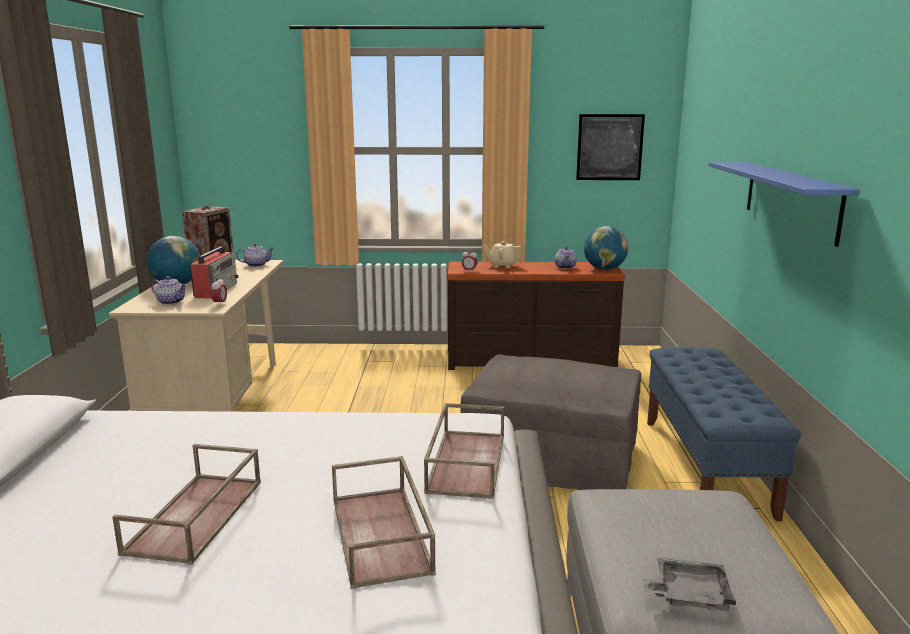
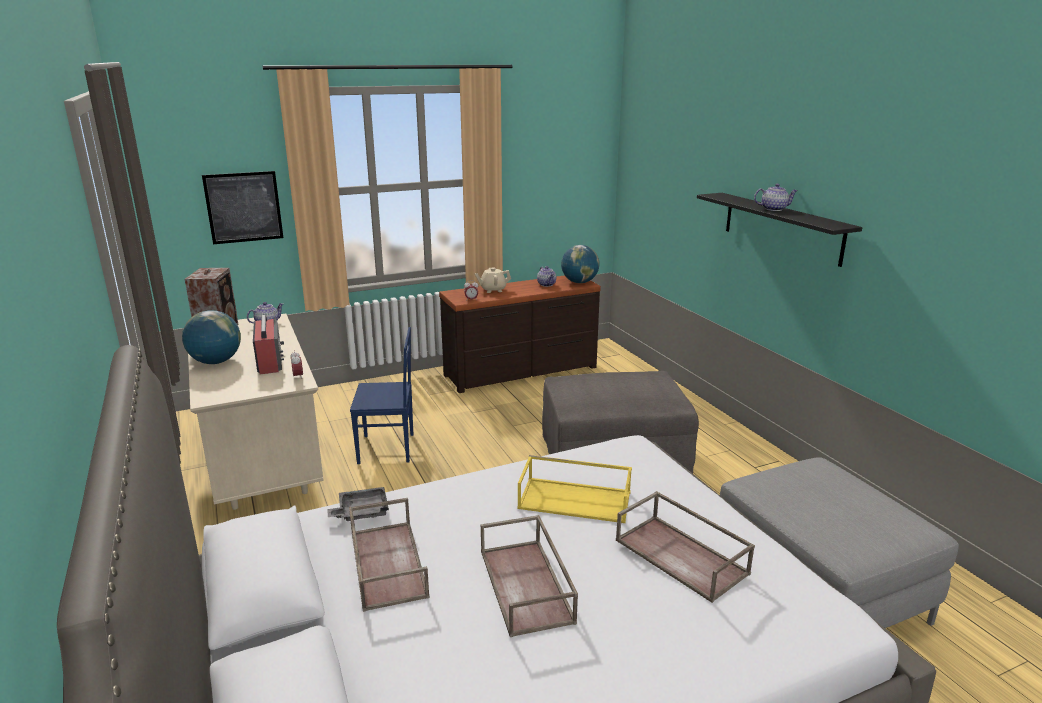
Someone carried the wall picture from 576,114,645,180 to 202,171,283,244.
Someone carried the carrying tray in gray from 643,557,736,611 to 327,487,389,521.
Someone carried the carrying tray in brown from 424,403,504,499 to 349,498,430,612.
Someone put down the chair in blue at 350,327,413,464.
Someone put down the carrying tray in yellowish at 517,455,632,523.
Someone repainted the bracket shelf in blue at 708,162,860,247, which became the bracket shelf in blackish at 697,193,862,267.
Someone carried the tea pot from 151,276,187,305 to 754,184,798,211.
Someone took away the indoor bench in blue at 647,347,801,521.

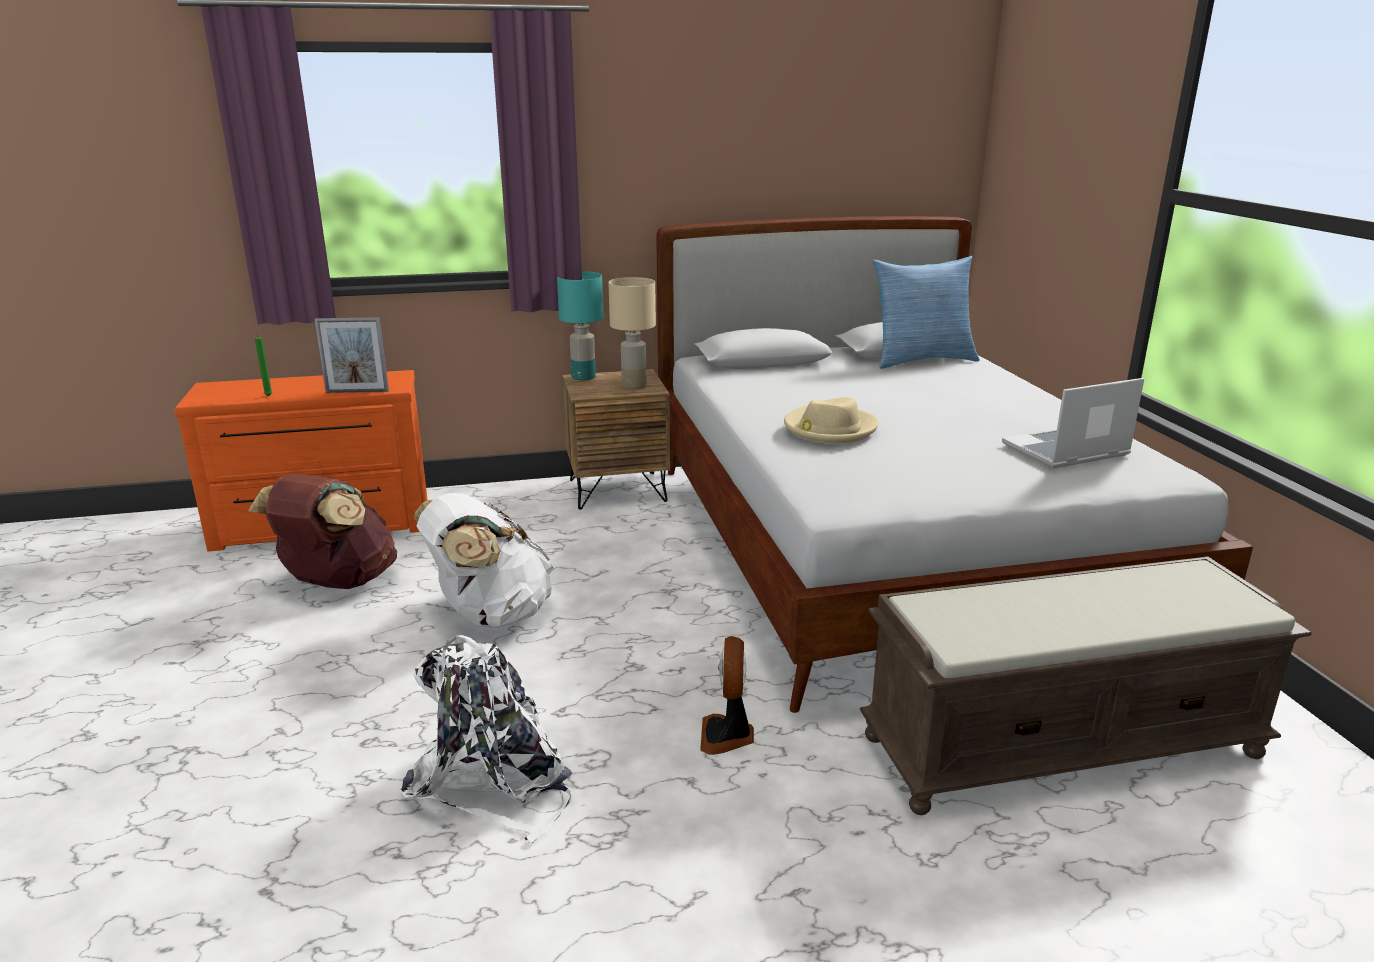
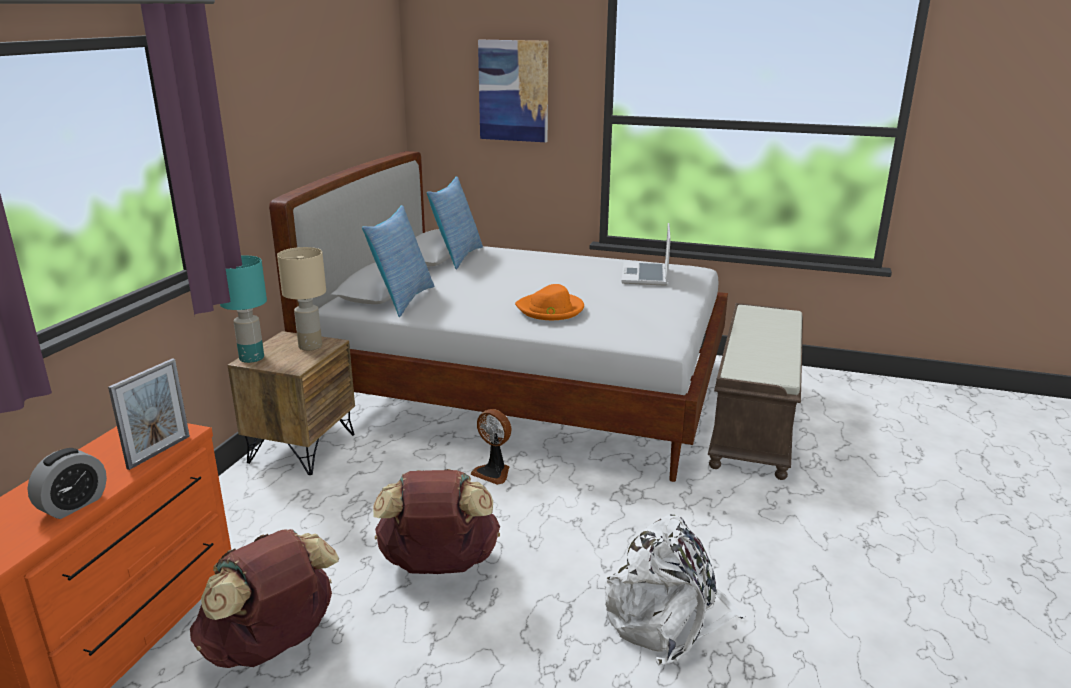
Someone swapped the wax candle in greenish at 255,330,272,396 for the table clock at 27,448,107,519.
Someone put down the pillow at 362,205,434,317.
Someone repainted the rucksack in white-coloured at 414,493,554,628, which became the rucksack in brown at 373,469,500,574.
Someone carried the electric fan from 700,636,754,755 to 471,409,511,485.
Someone put up the wall picture at 478,40,549,142.
Someone repainted the hat in beige at 784,397,878,444, which became the hat in orangey at 515,284,584,320.

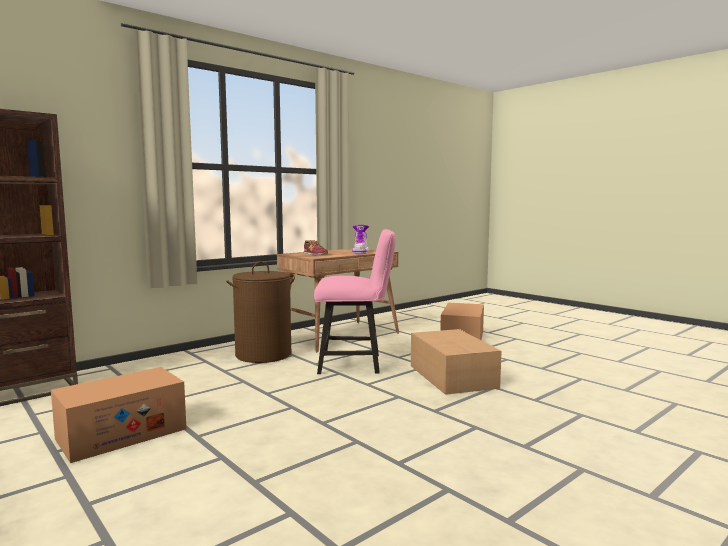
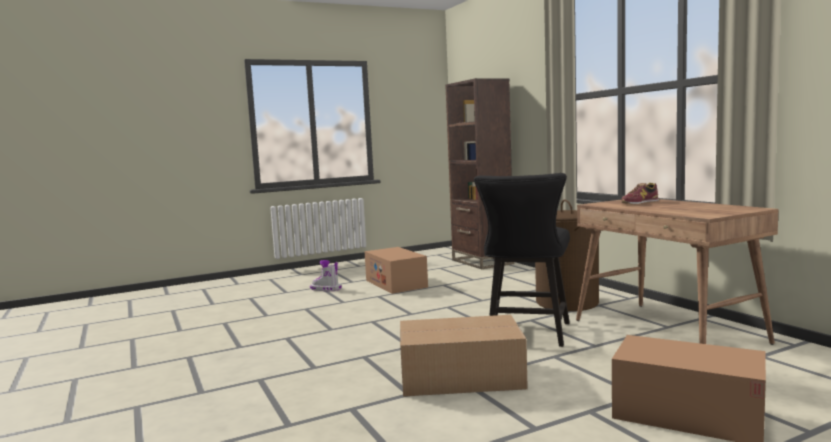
Someone carried the high-top boot from 352,225,369,254 to 310,260,342,291.
Someone repainted the chair in pinkish at 314,229,396,374, which became the chair in blackish at 474,173,570,347.

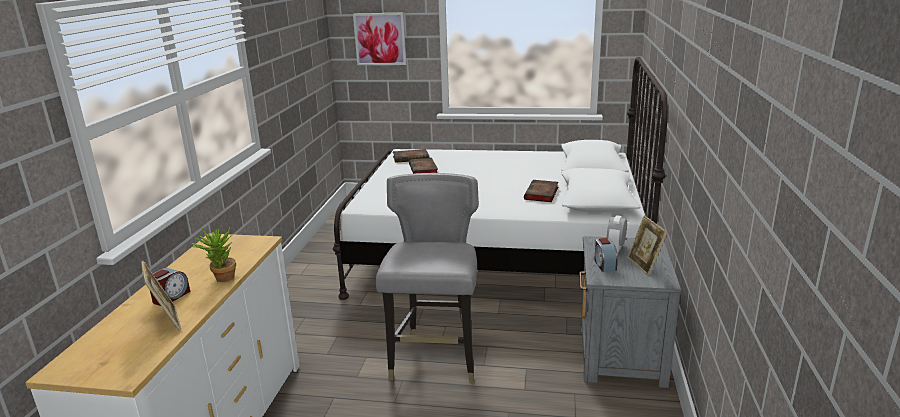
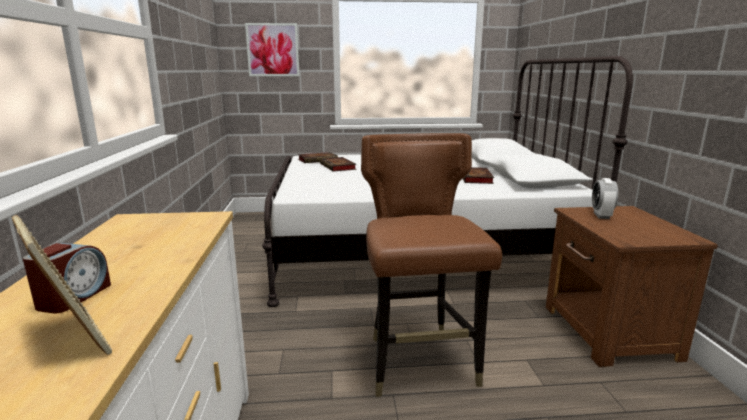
Someone repainted the chair in gray at 375,173,479,384, which became the chair in brown at 361,133,502,397.
Someone repainted the night table in gray at 579,236,681,388, which became the night table in brown at 546,206,718,367.
Someone took away the potted plant at 192,226,236,282.
Someone took away the table clock at 594,238,618,272.
Someone took away the picture frame at 627,215,667,276.

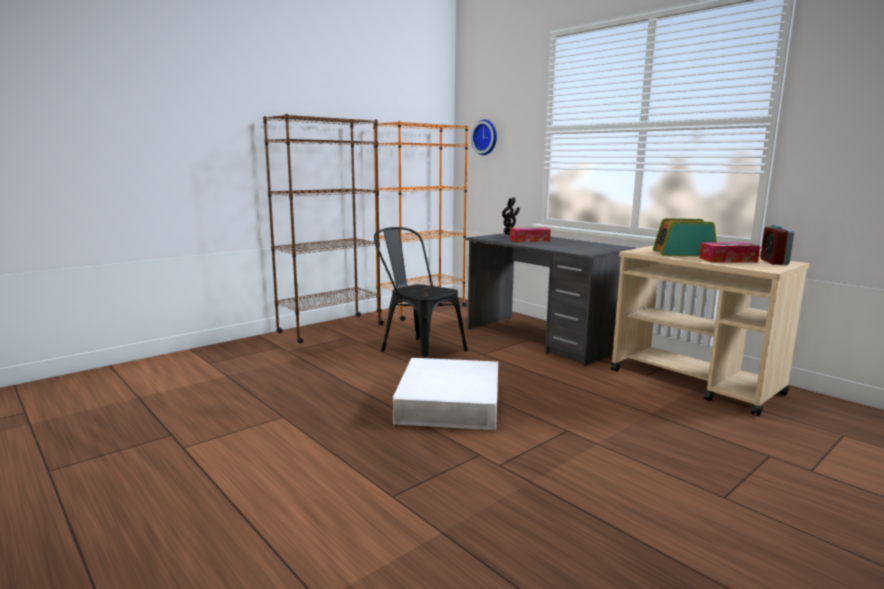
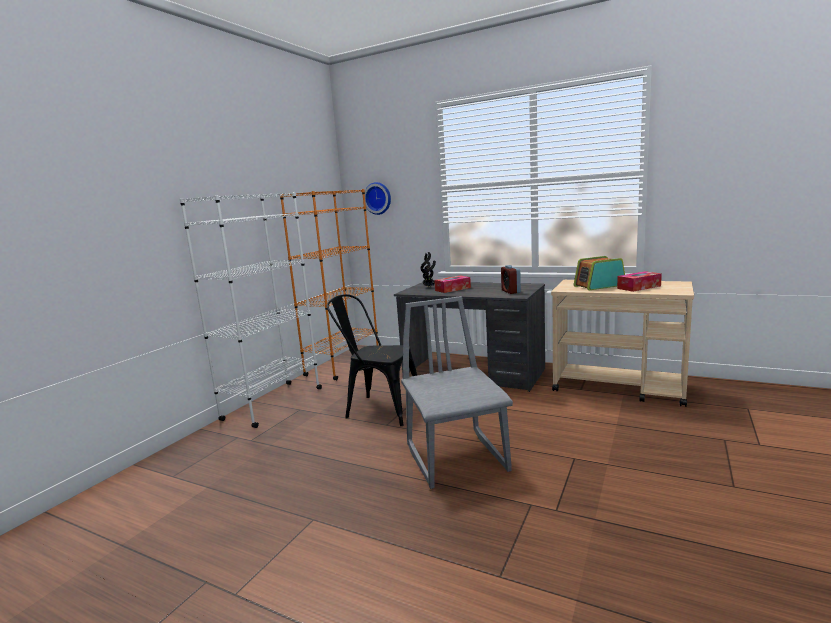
Someone repainted the bookcase in brown at 263,114,384,343, which became the bookcase in white-coloured at 180,192,322,428.
Someone swapped the storage bin in white-coloured at 393,358,498,430 for the chair in gray at 401,296,513,489.
Someone carried the table clock from 760,224,794,265 to 501,265,521,294.

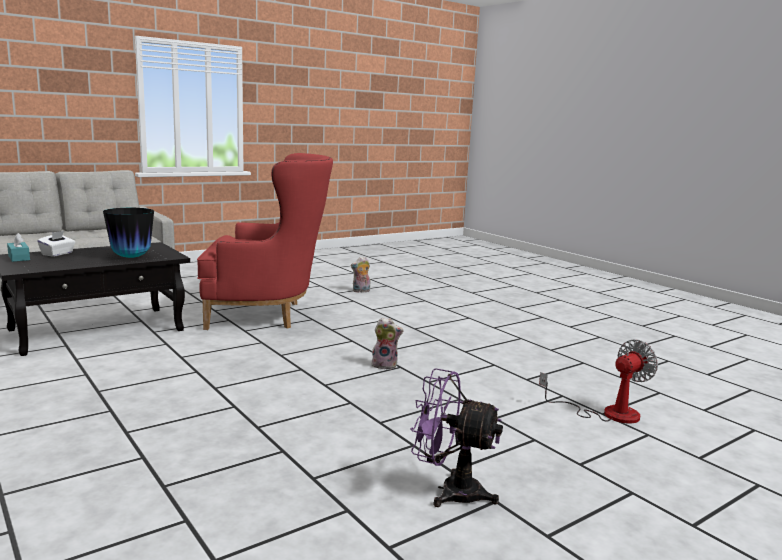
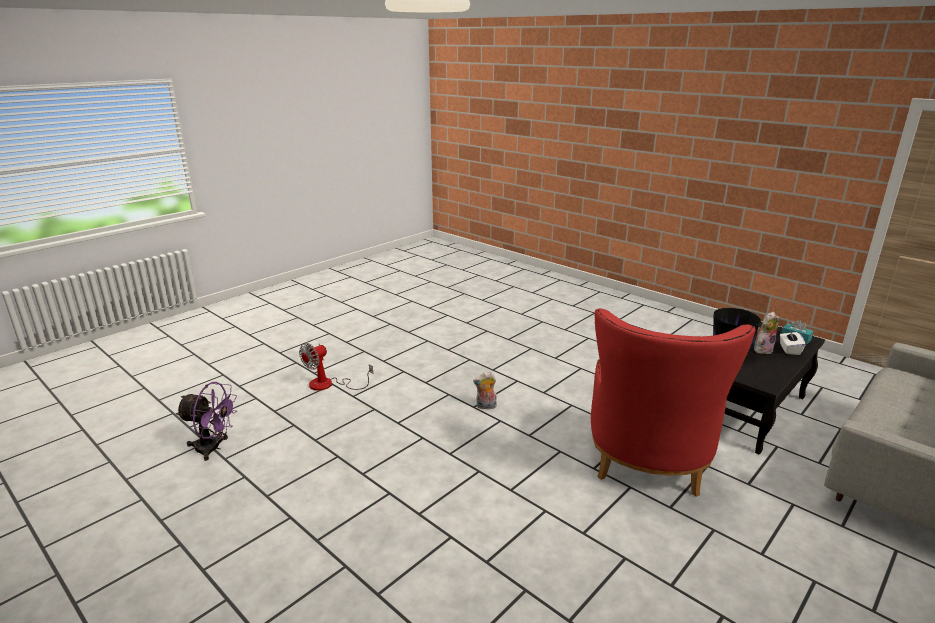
Someone carried the electric fan in purple from 410,368,503,507 to 176,382,237,461.
Someone rotated the lounge chair in red at 197,153,333,330 by 60 degrees counterclockwise.
Someone carried the plush toy from 351,257,370,293 to 754,311,780,354.

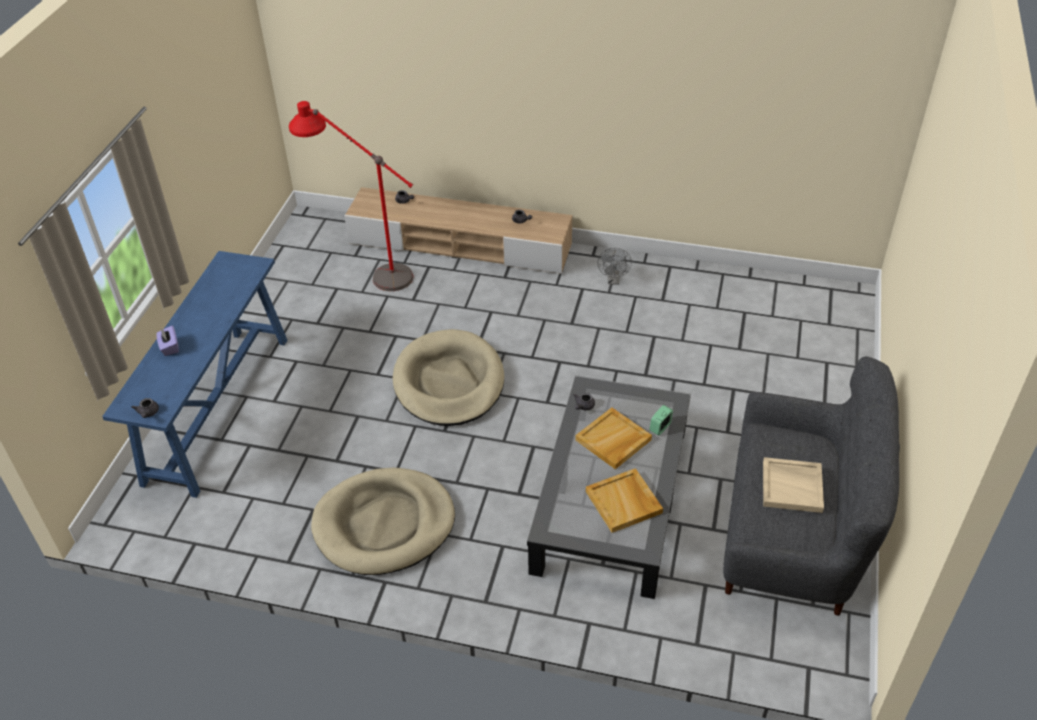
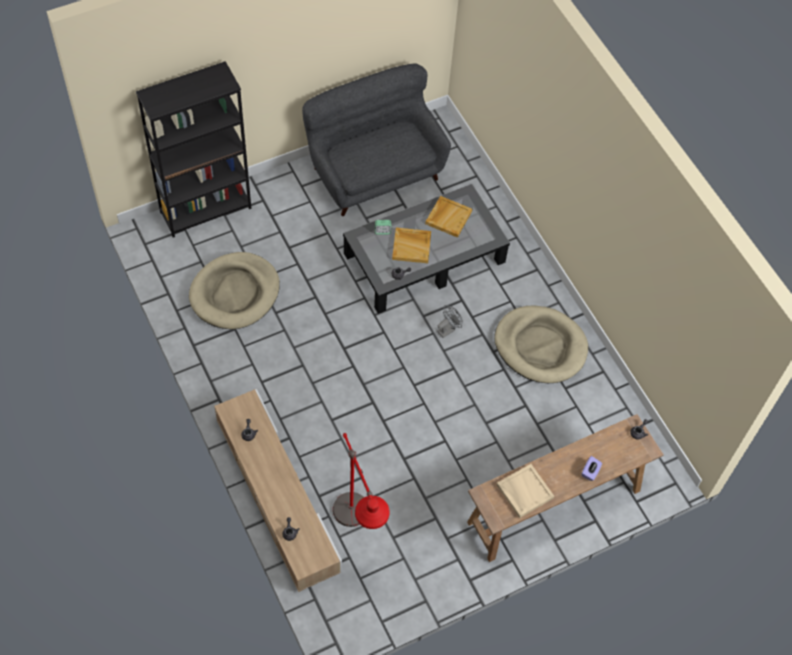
Someone put down the bookcase in blackish at 136,61,252,237.
Someone carried the dog cushion in beige from 393,329,504,426 to 189,252,280,329.
Someone carried the electric fan in gray from 598,248,632,285 to 437,305,463,338.
Someone repainted the console table in blue at 102,251,287,498, which became the console table in brown at 467,414,664,562.
Someone carried the carrying tray in beige from 763,457,824,513 to 497,464,554,518.

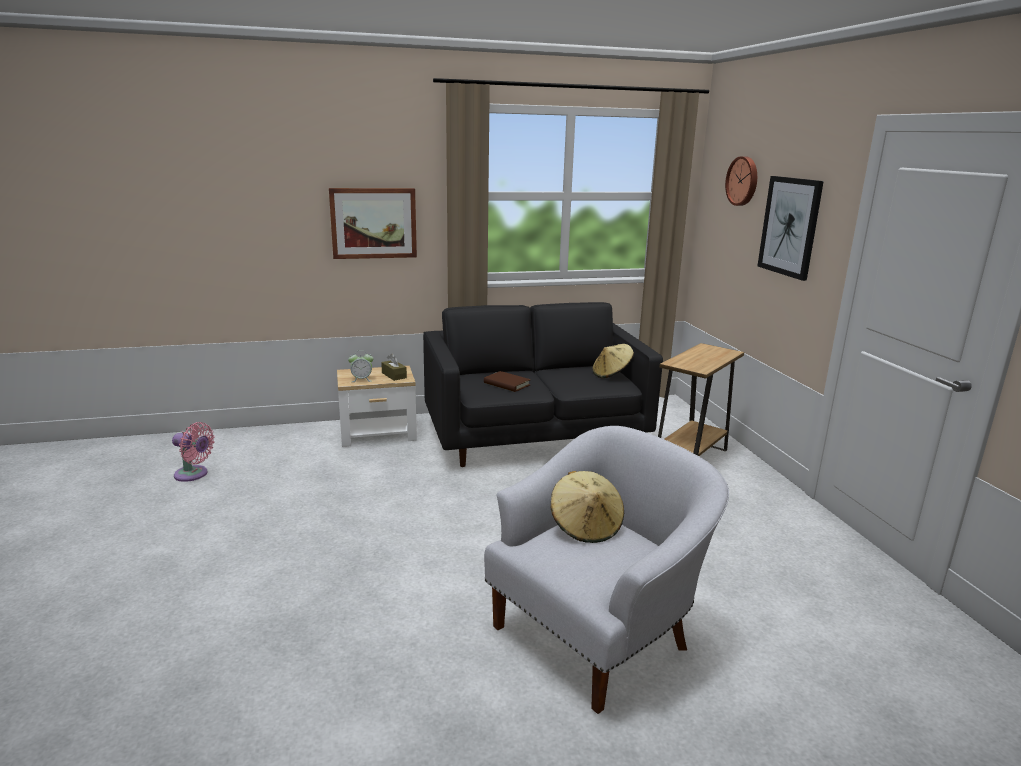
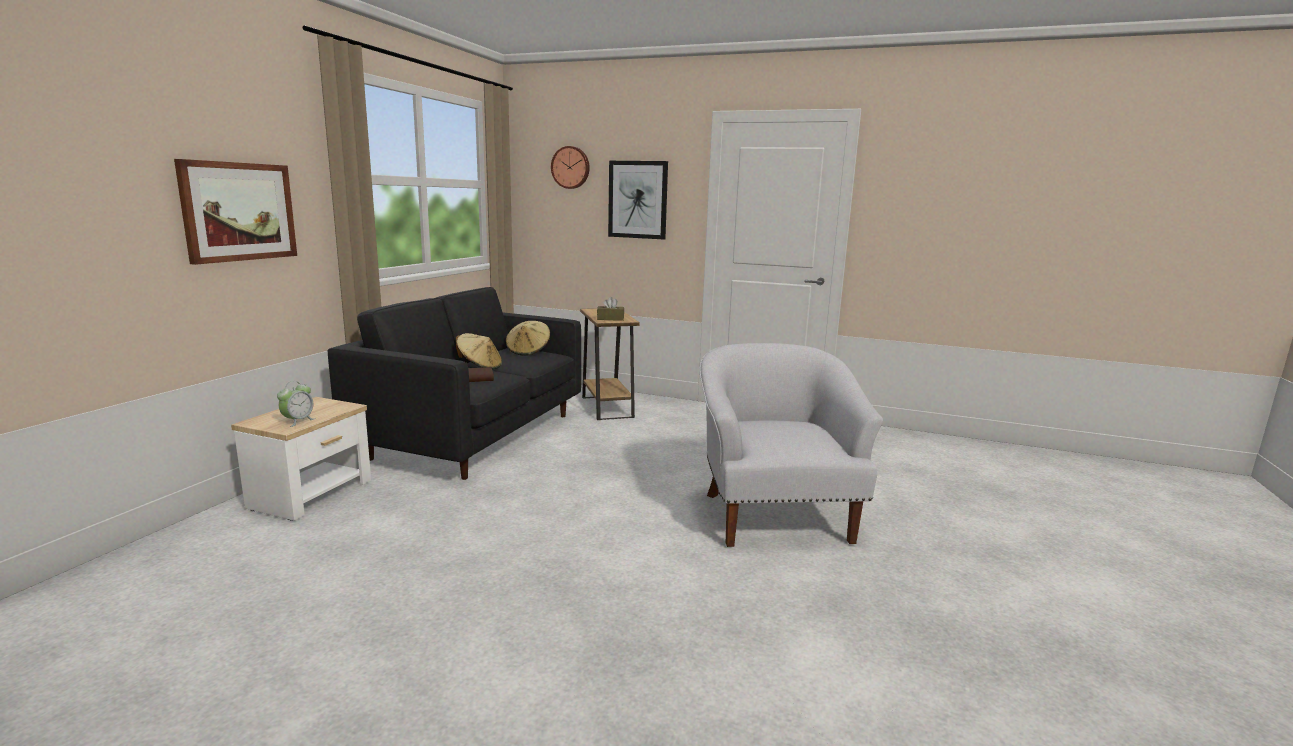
Someone carried the hat in beige from 551,471,624,543 to 456,333,502,370.
Someone carried the tissue holder in brown from 381,354,407,381 to 597,297,624,321.
Someone took away the electric fan in pinkish at 172,422,215,482.

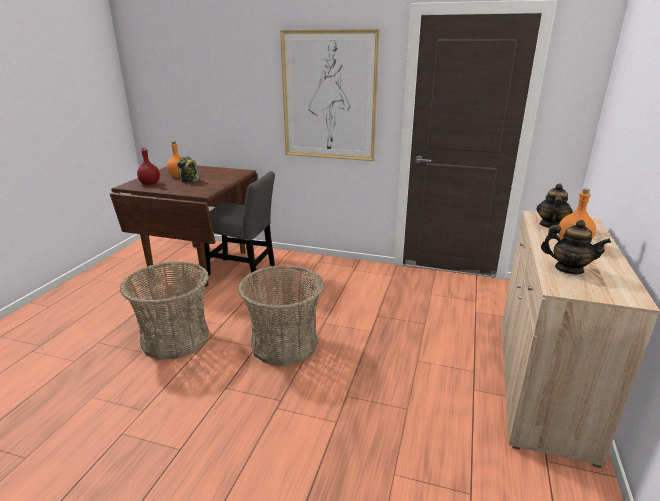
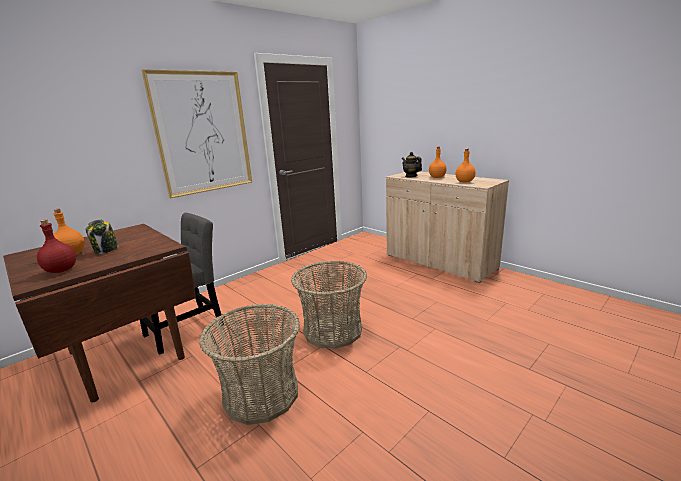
Someone swapped the tea pot at 541,220,611,274 for the beverage bottle in orangey at 455,149,476,182.

